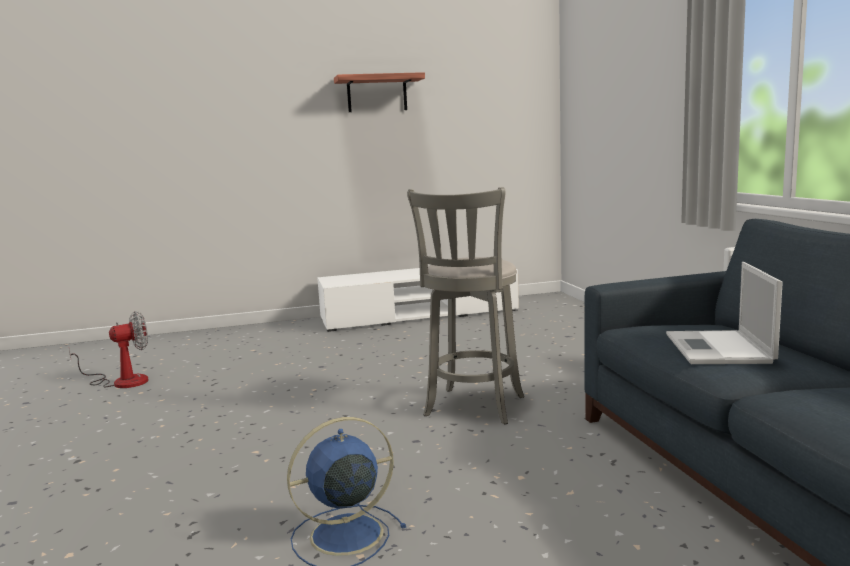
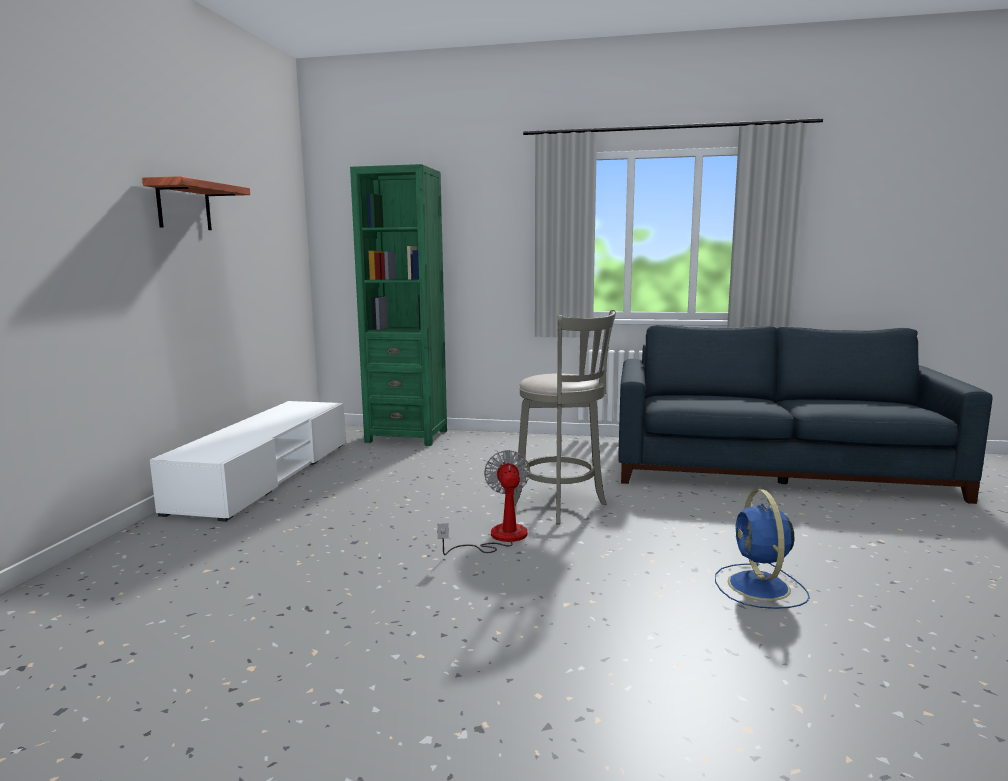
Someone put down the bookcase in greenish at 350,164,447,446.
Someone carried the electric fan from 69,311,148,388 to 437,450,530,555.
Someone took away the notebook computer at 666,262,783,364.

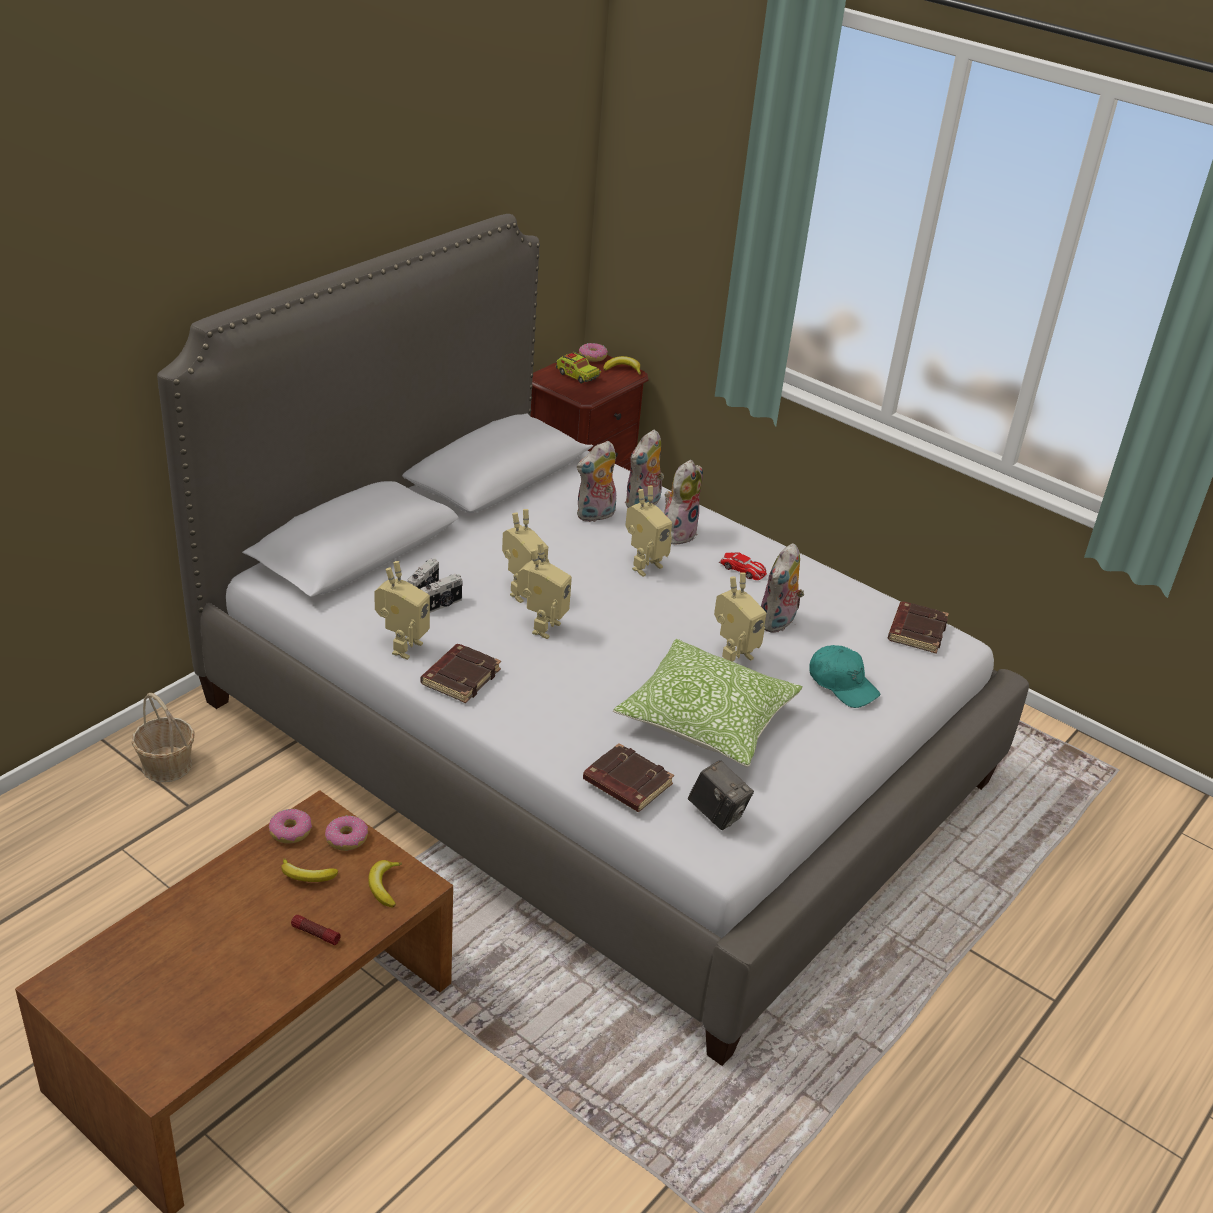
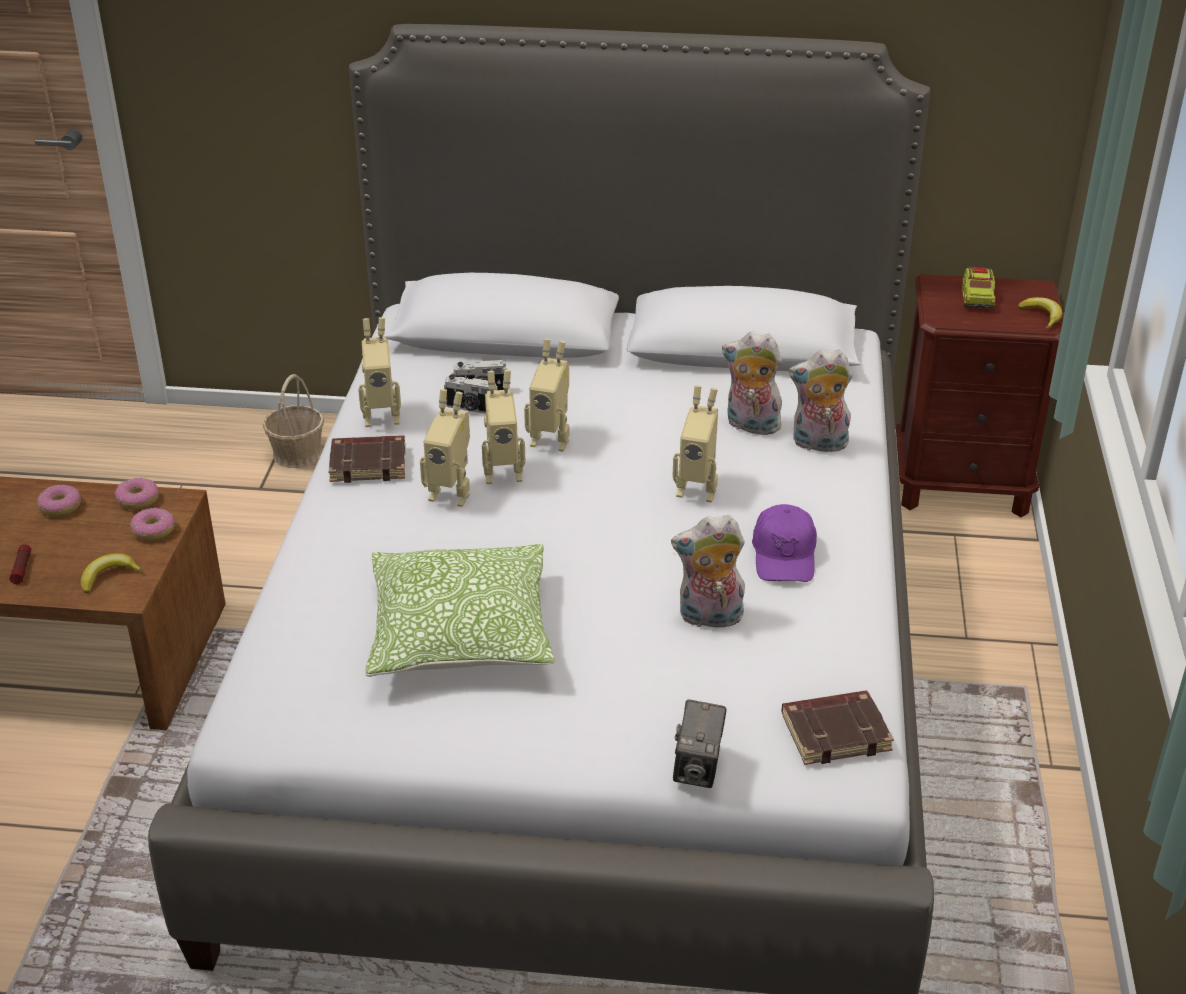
Someone carried the ring doughnut from 579,343,608,362 to 37,485,81,517.
Someone carried the model robot from 714,572,766,662 to 420,389,470,507.
Someone carried the photo camera from 688,760,754,830 to 673,700,727,788.
Someone swapped the toy car at 719,552,767,580 for the cap in purple at 752,504,817,582.
Someone took away the whole banana at 281,858,338,882.
Someone took away the book in brown at 583,743,674,812.
Someone took away the plush toy at 664,460,703,545.
Someone took away the cap in turquoise-coloured at 809,645,881,708.

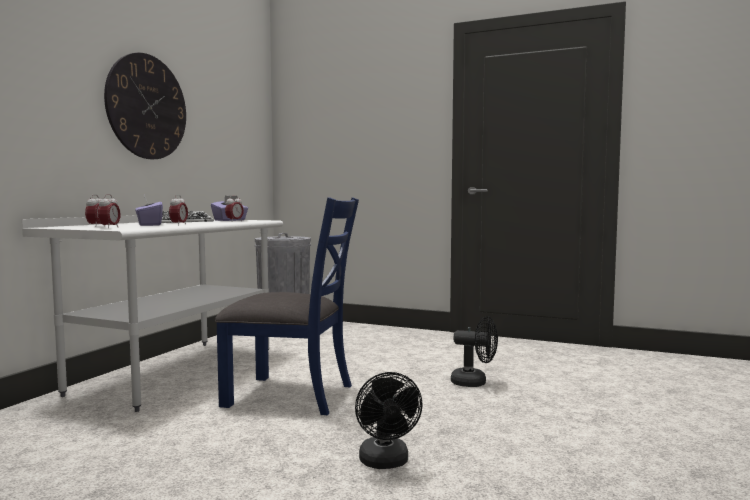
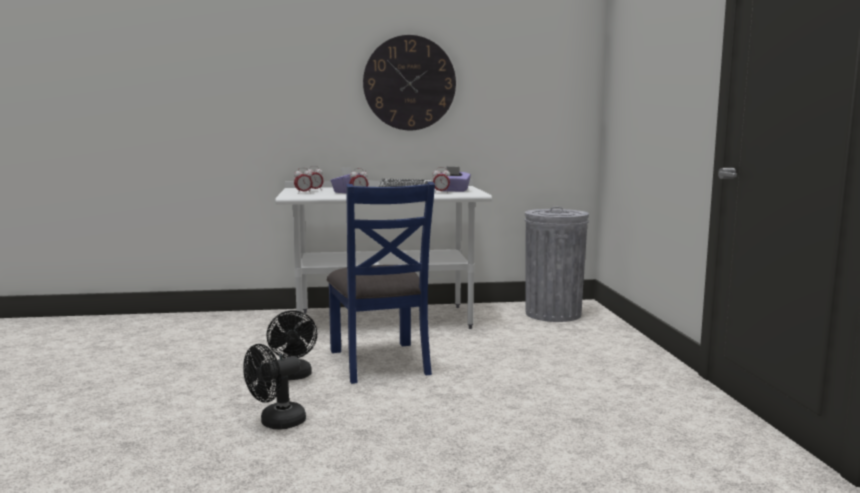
Someone carried the electric fan in blackish from 451,316,498,387 to 266,310,317,380.

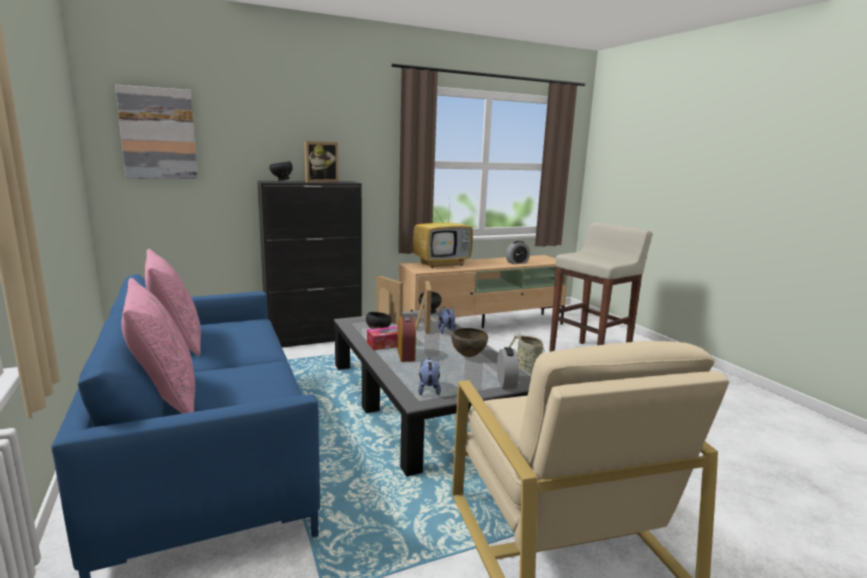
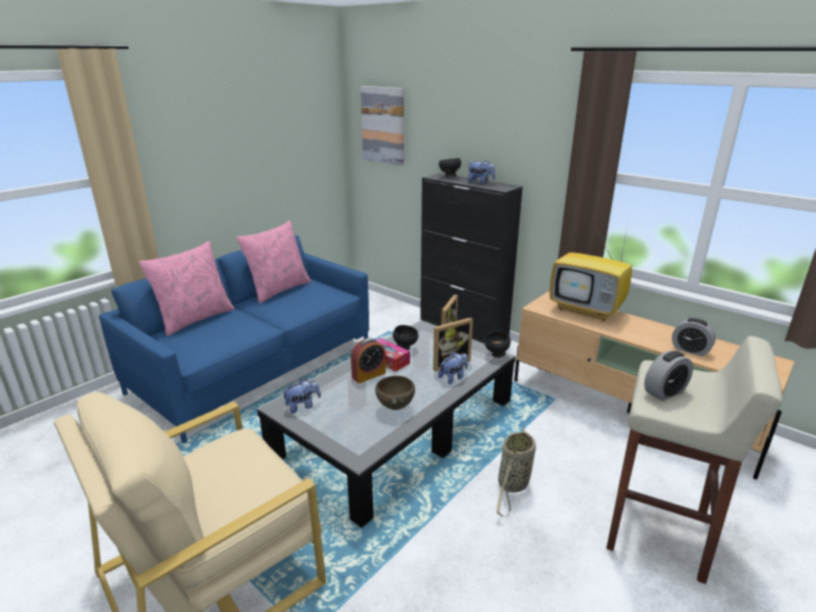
Someone swapped the picture frame at 304,141,338,182 for the plush toy at 468,161,496,184.
Someone carried the table clock from 497,347,519,389 to 644,351,693,401.

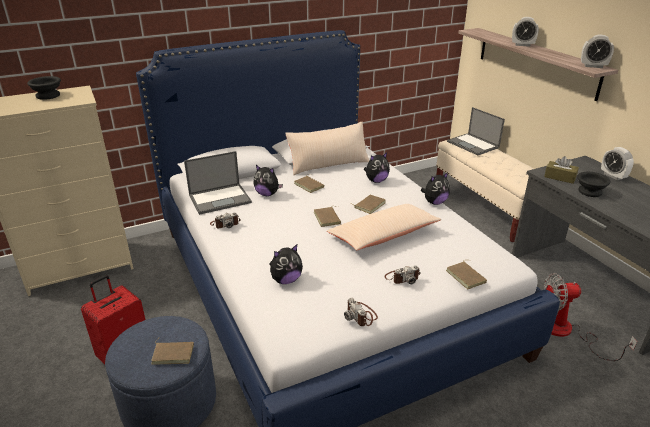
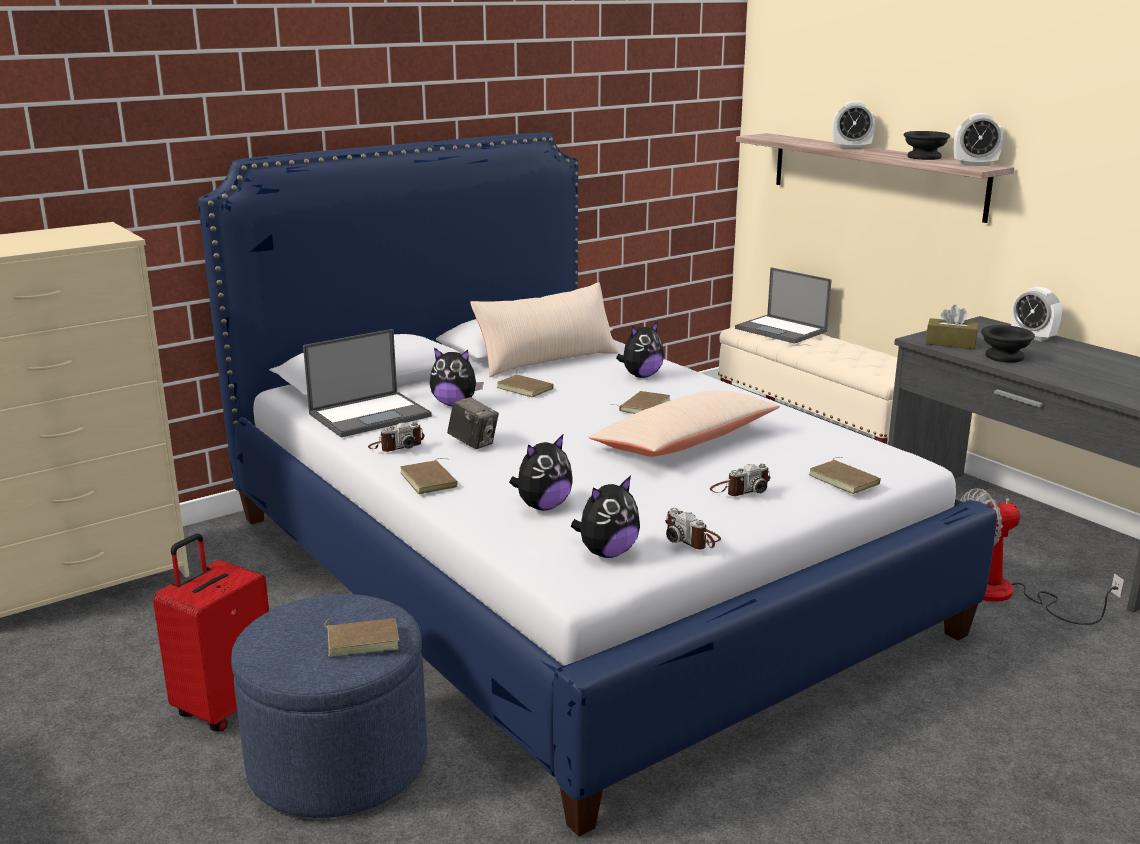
Someone carried the book in brown from 314,206,341,227 to 400,458,458,494.
Someone put down the photo camera at 447,397,499,449.
Someone carried the plush toy from 421,172,450,205 to 571,476,640,558.
Someone carried the serving bowl in blackish from 27,76,61,100 to 904,131,950,160.

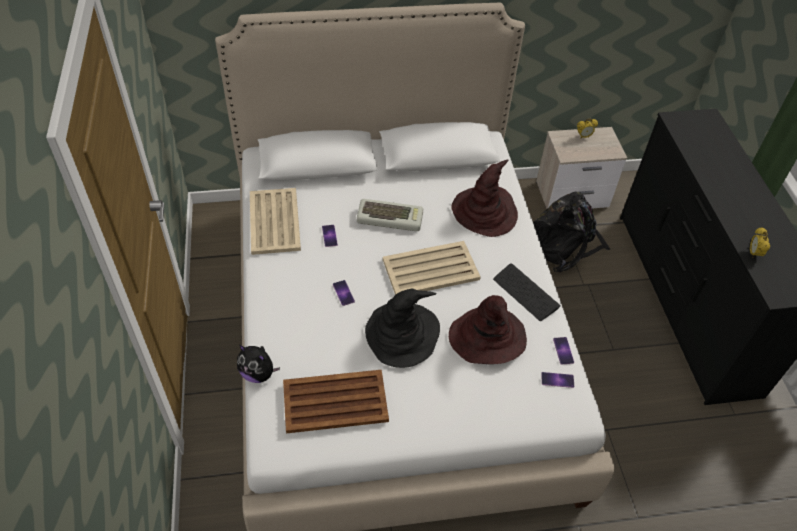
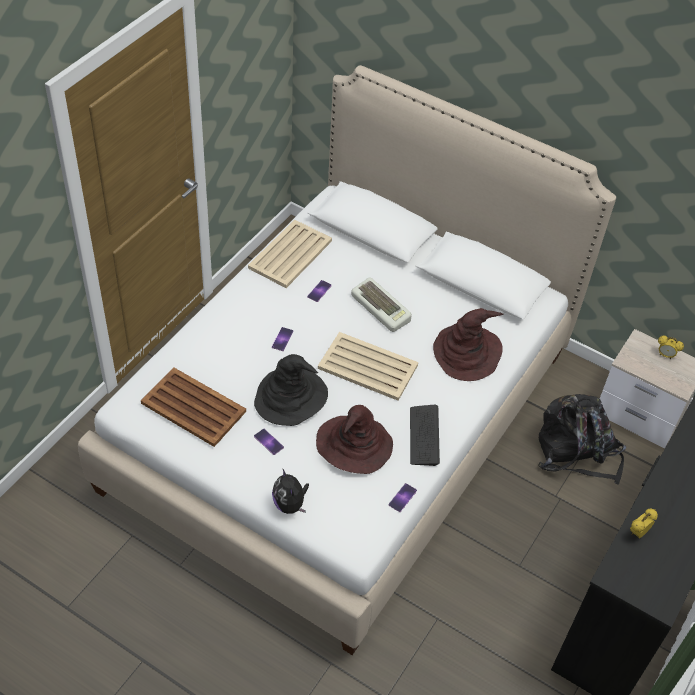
Someone carried the handset from 541,372,574,388 to 254,429,284,455.
Someone carried the plush toy from 237,345,280,383 to 272,468,309,514.

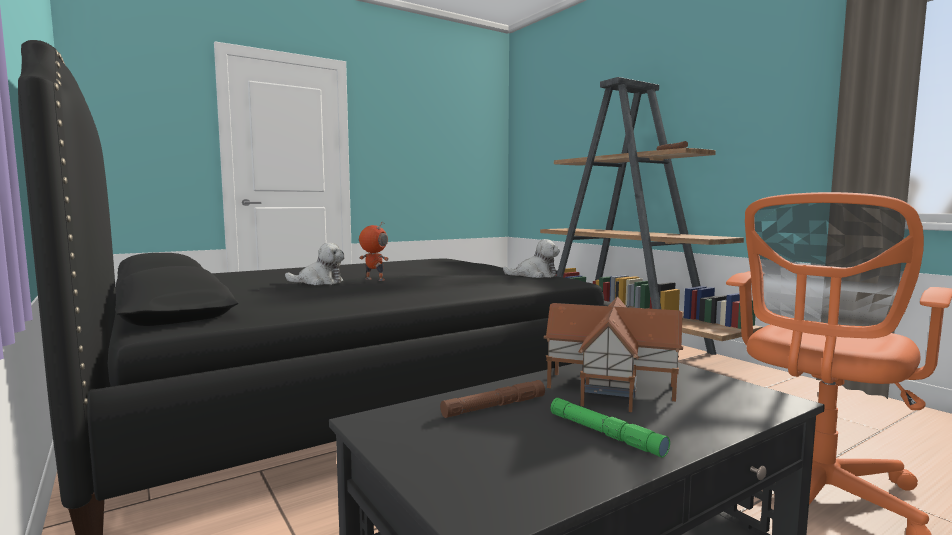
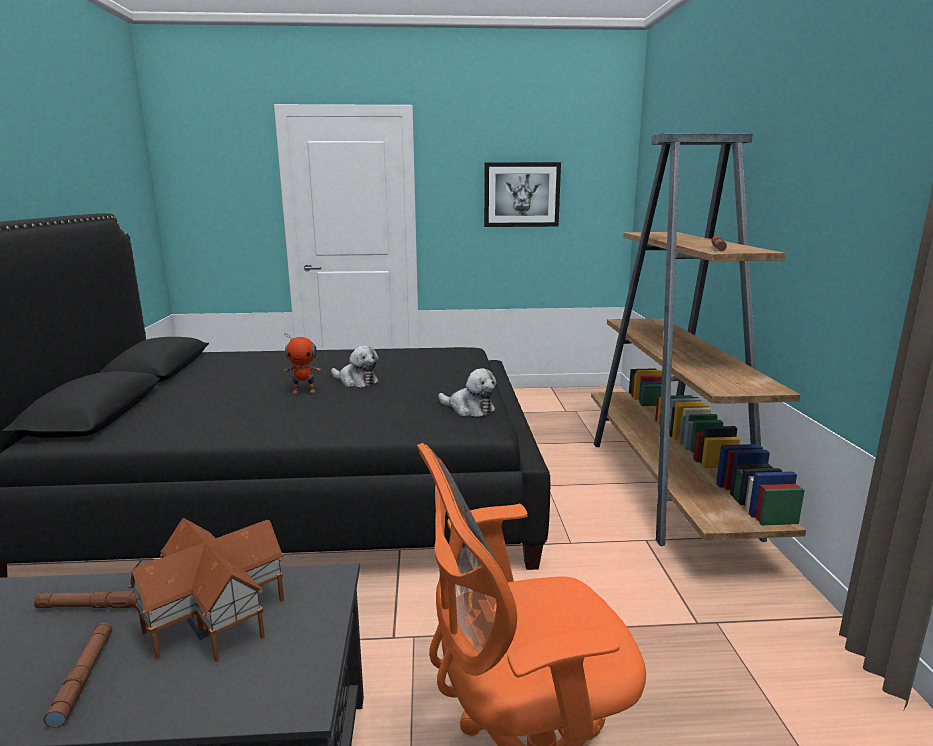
Someone repainted the torch in greenish at 551,398,670,458, which became the torch in brown at 43,623,113,728.
Someone rotated the model robot at 359,221,389,281 by 120 degrees clockwise.
Someone carried the plush toy from 285,243,345,285 to 331,345,379,387.
Someone put up the wall picture at 484,162,561,227.

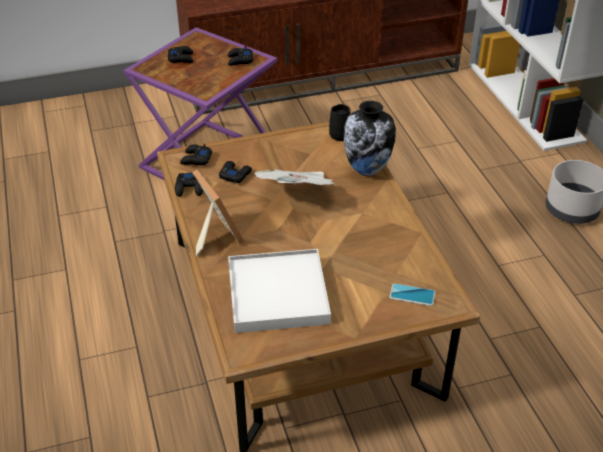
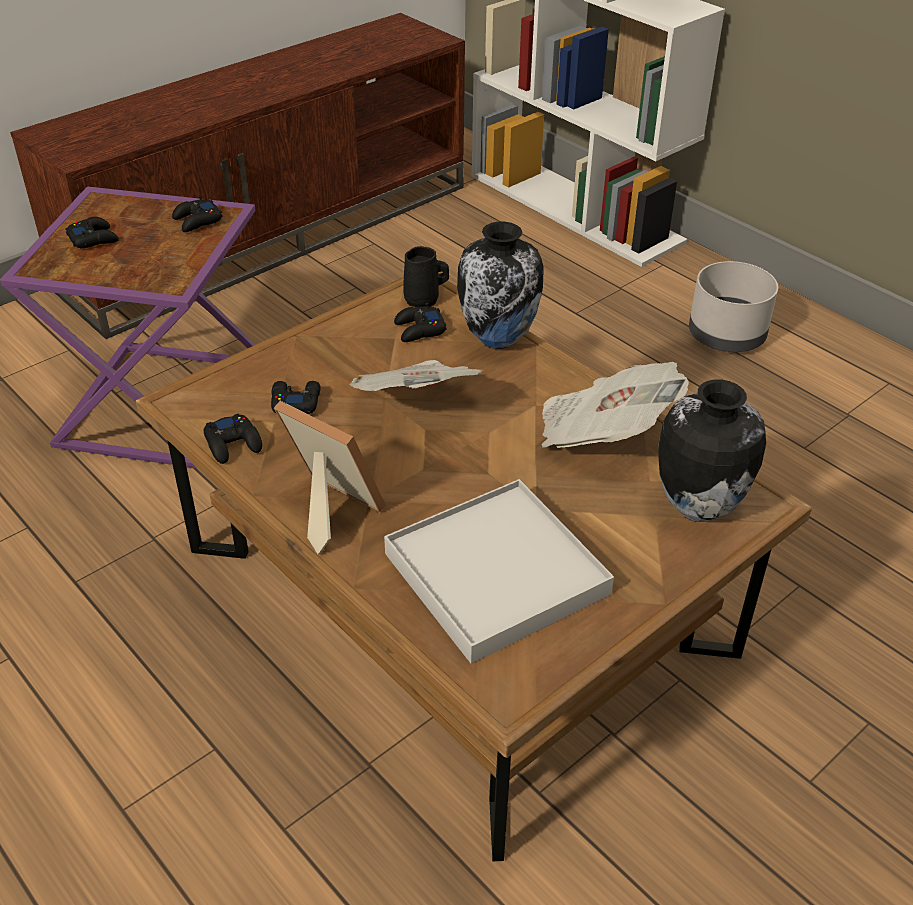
Someone carried the joypad in blackish from 180,144,212,165 to 394,302,447,342.
Someone put down the daily paper at 541,362,689,448.
Someone swapped the handset at 390,283,435,306 for the vase at 658,380,766,522.

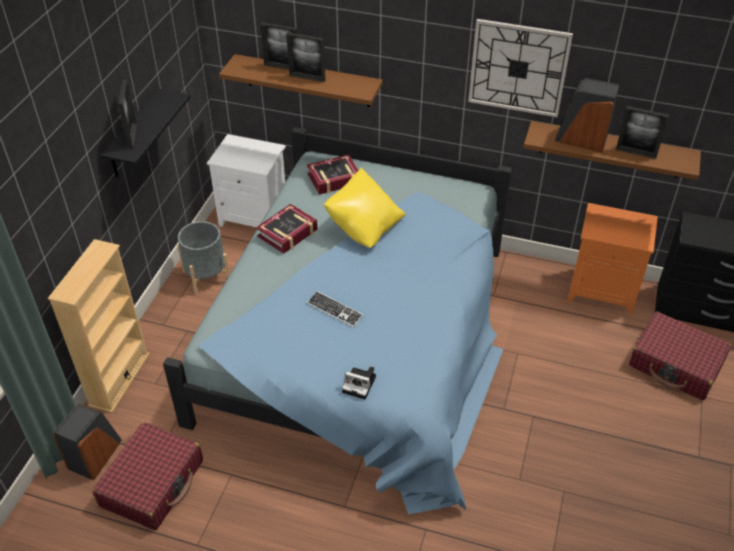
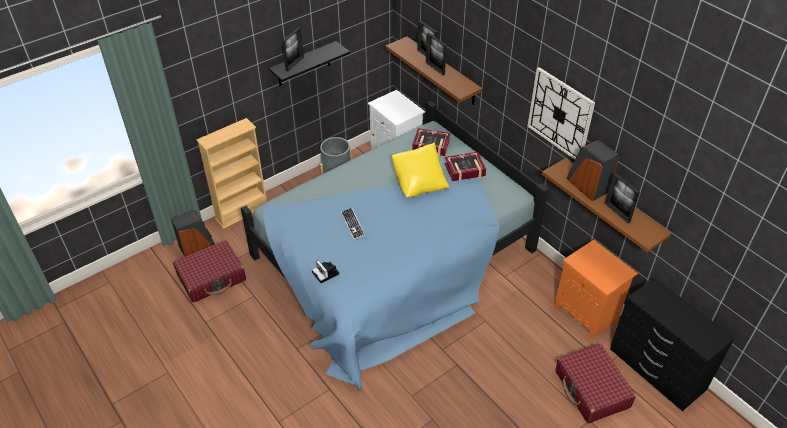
Someone carried the book from 256,204,318,254 to 445,152,486,181.

